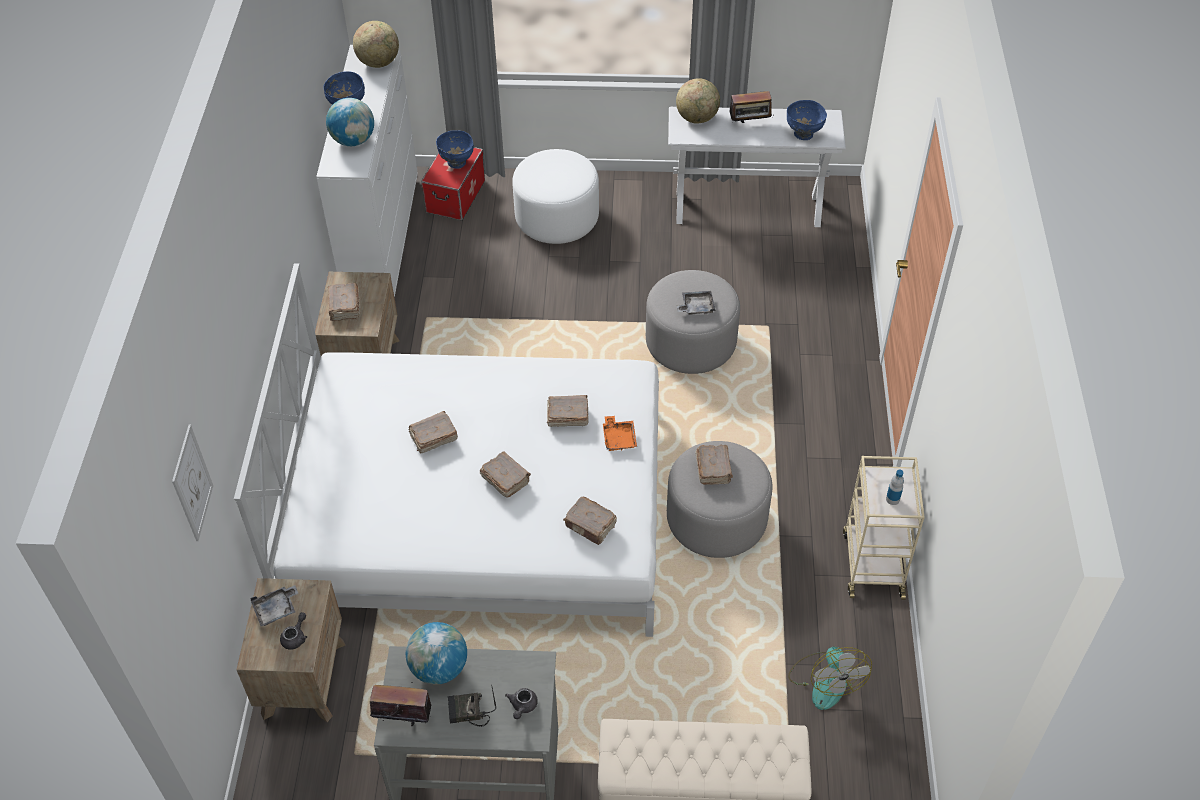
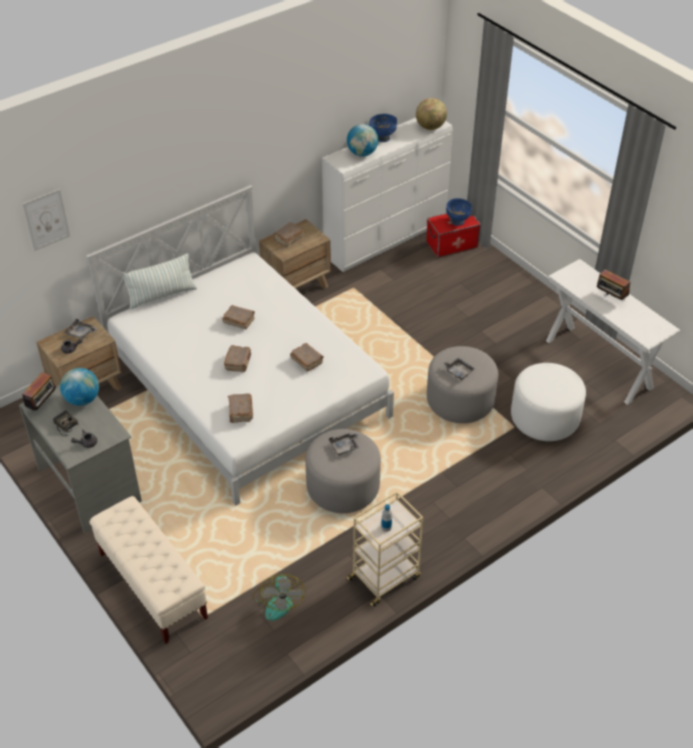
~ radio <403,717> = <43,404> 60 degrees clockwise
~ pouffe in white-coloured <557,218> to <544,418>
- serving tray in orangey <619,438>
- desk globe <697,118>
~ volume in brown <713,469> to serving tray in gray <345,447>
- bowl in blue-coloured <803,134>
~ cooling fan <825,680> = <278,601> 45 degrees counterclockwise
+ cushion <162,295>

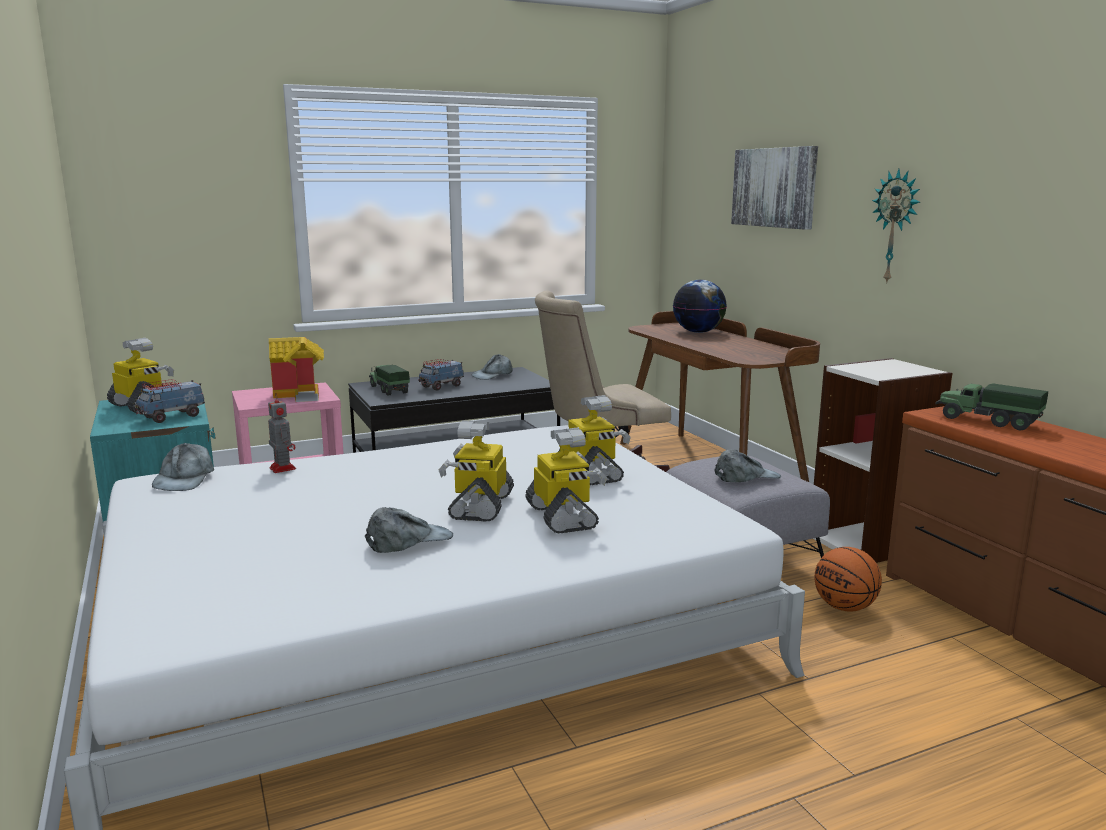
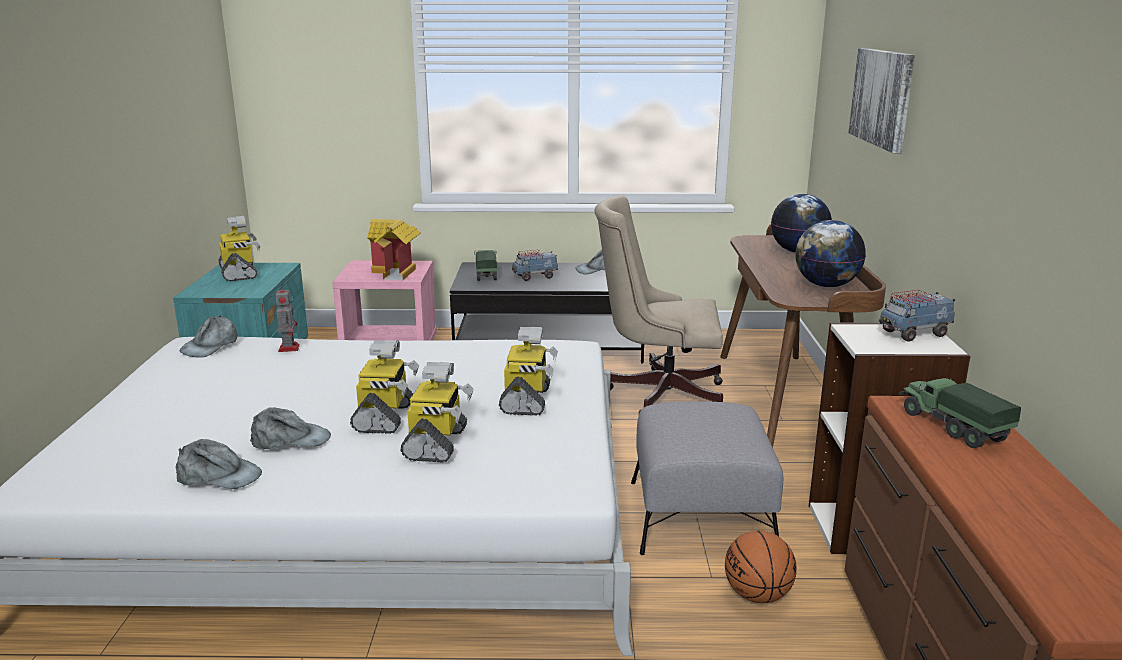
~ model truck <171,417> to <913,333>
~ toy robot <480,506> = <385,417> 150 degrees clockwise
~ cap in gray <746,476> to <218,476>
- hanging clock <896,227>
+ desk globe <826,285>

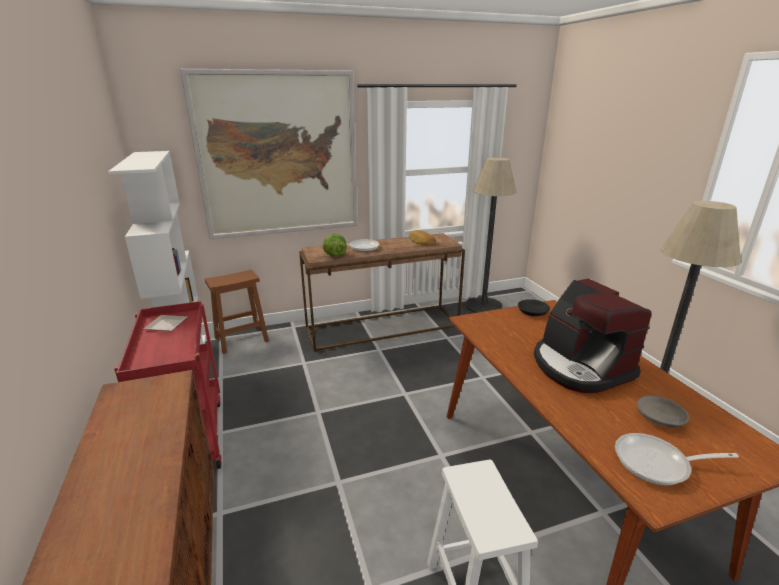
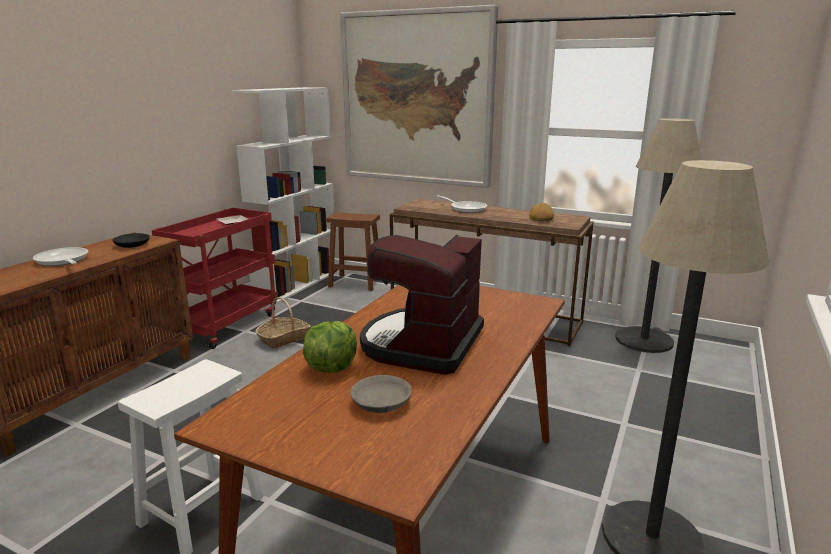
~ head of lettuce <334,255> to <331,367>
~ bowl in black-coloured <532,312> to <132,245>
~ skillet <658,464> to <63,261>
+ household basket <284,338>

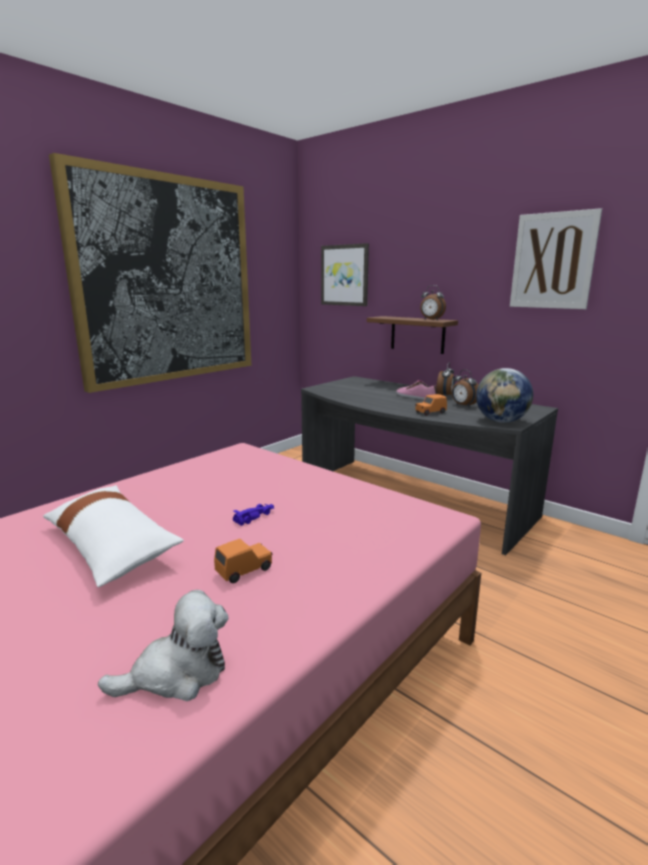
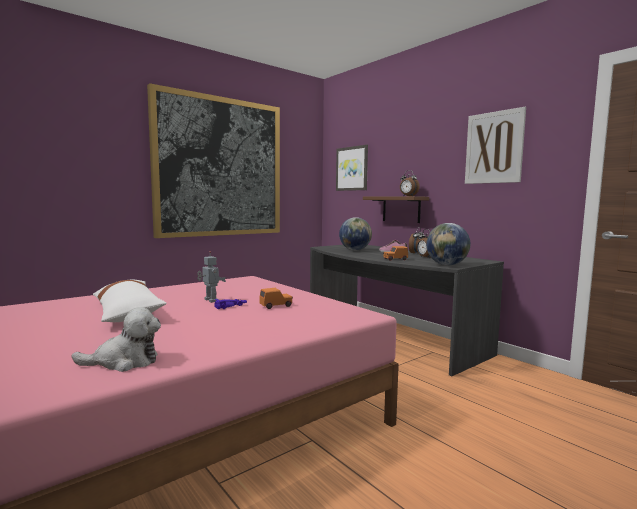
~ toy car in orangey <244,570> to <276,306>
+ toy robot <210,300>
+ desk globe <355,250>

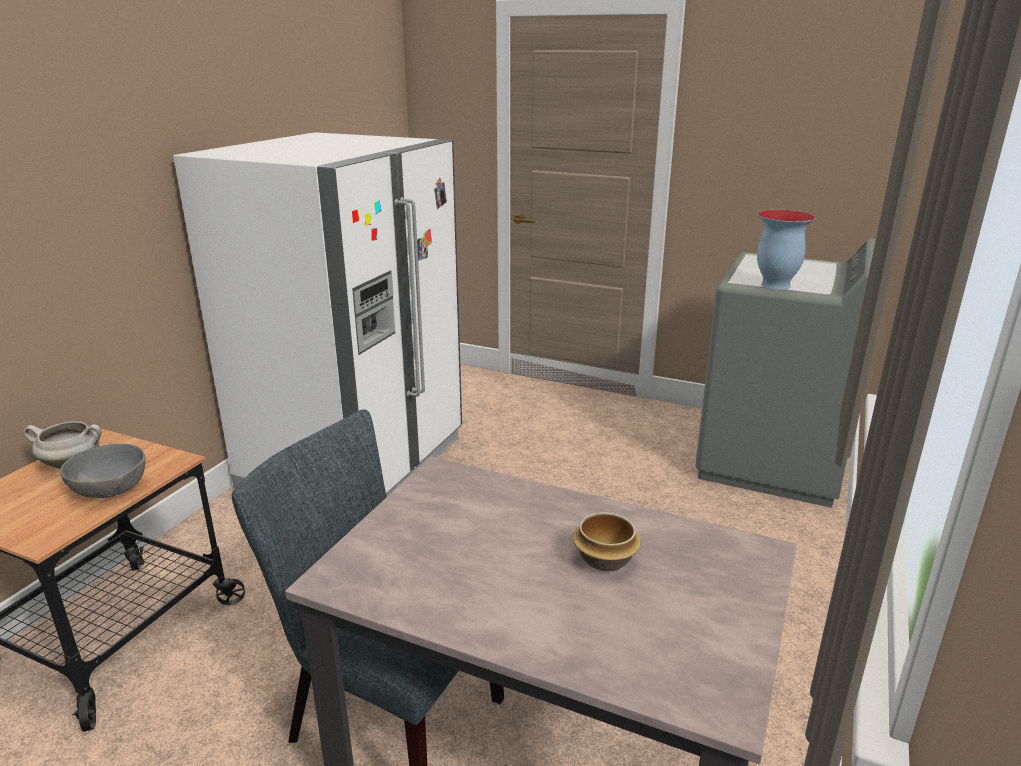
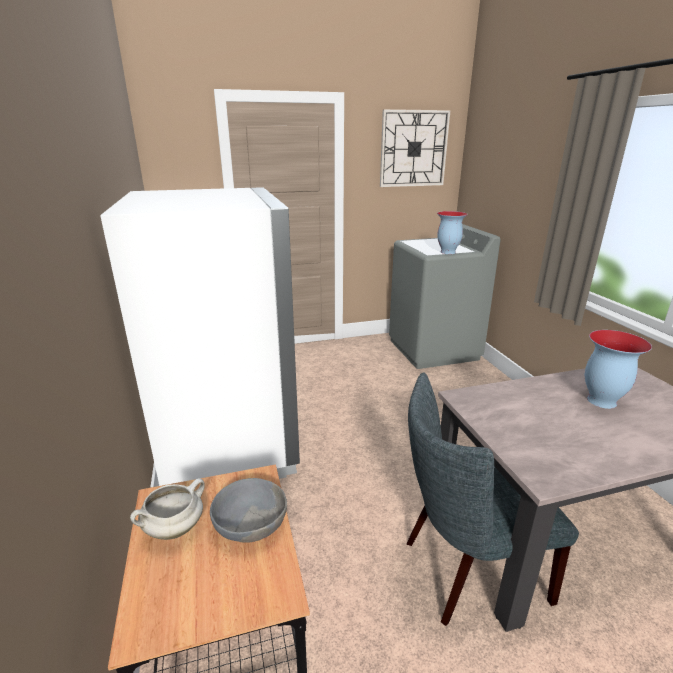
~ bowl <603,559> to vase <601,401>
+ hanging clock <413,149>

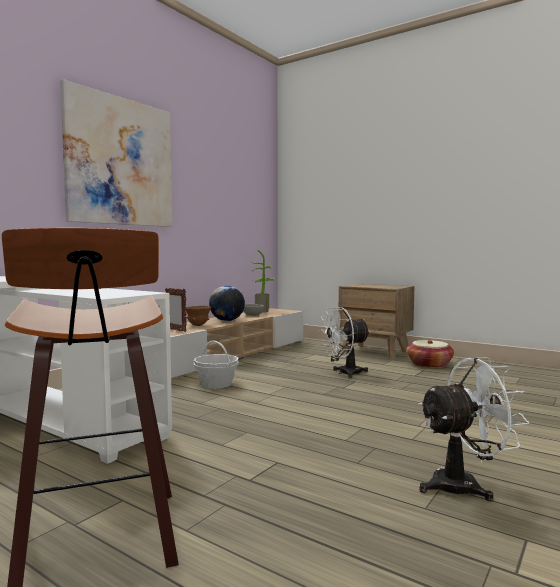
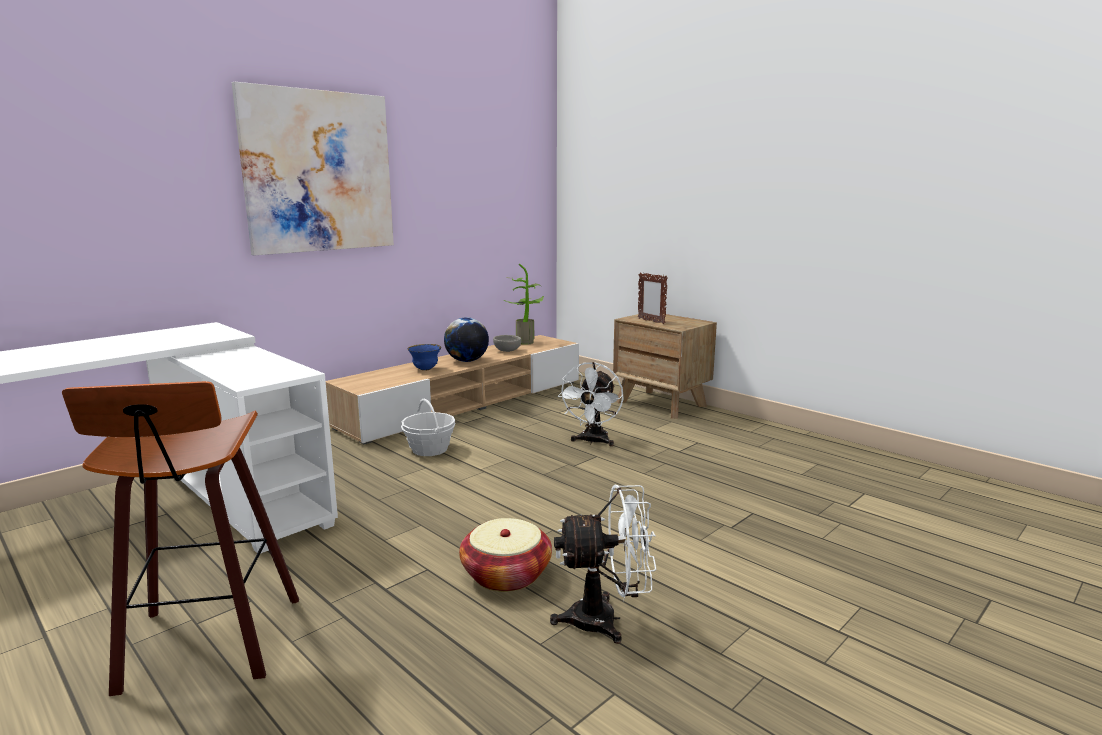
~ picture frame <176,330> to <651,321>
~ bowl in brown <198,325> to bowl in blue-coloured <425,369>
~ cooling fan in white-coloured <344,373> = <592,442> 60 degrees counterclockwise
~ household basket <429,365> to <506,575>

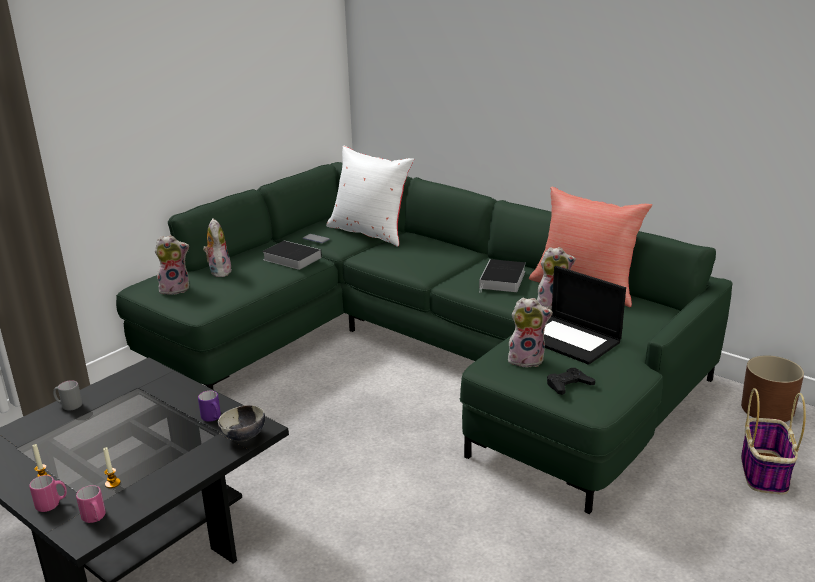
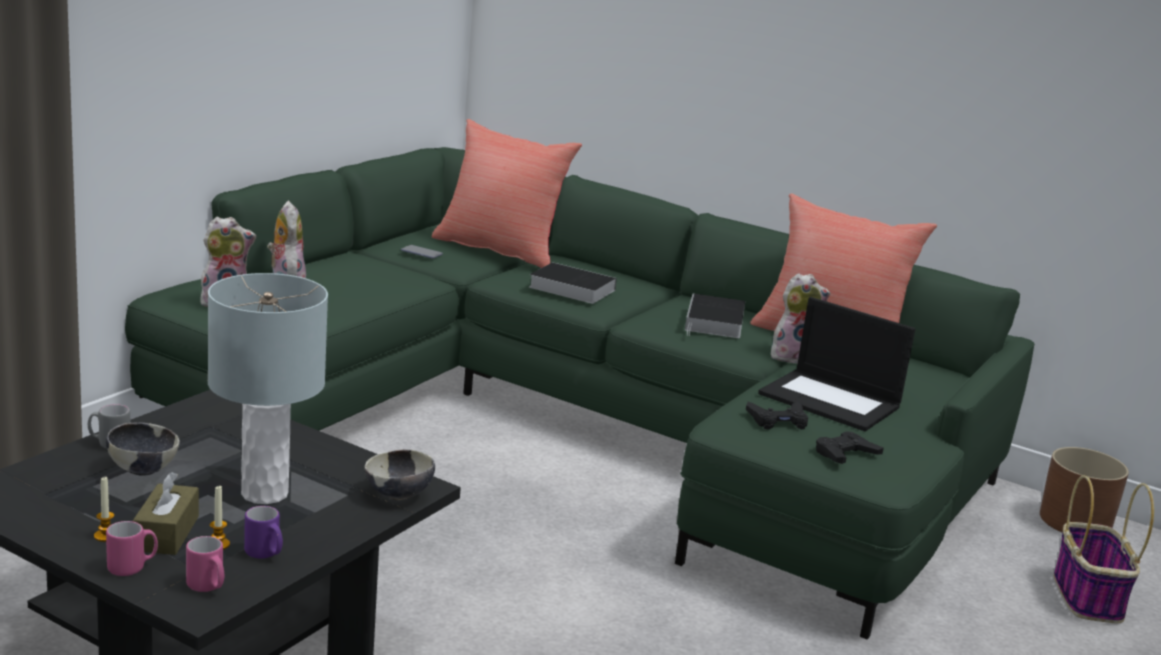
~ tea mug in purple-coloured <213,418> to <265,554>
~ volume <290,258> to <569,288>
~ cushion in white-coloured <370,232> to cushion in reddish <500,250>
~ soft toy <526,359> to gamepad in black-coloured <778,421>
+ bowl <142,469>
+ tissue box in brown <166,533>
+ lamp for a table in gray <265,493>

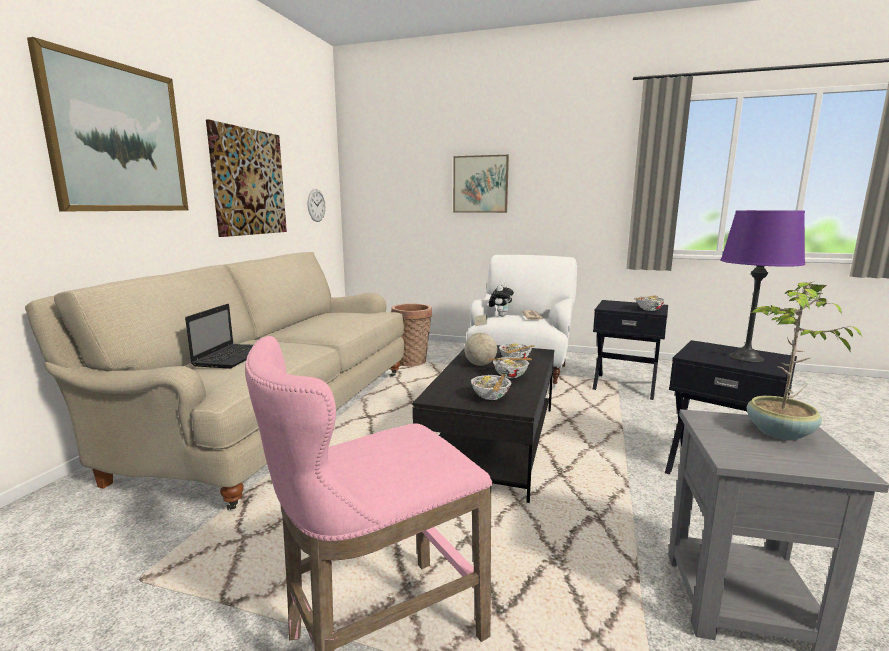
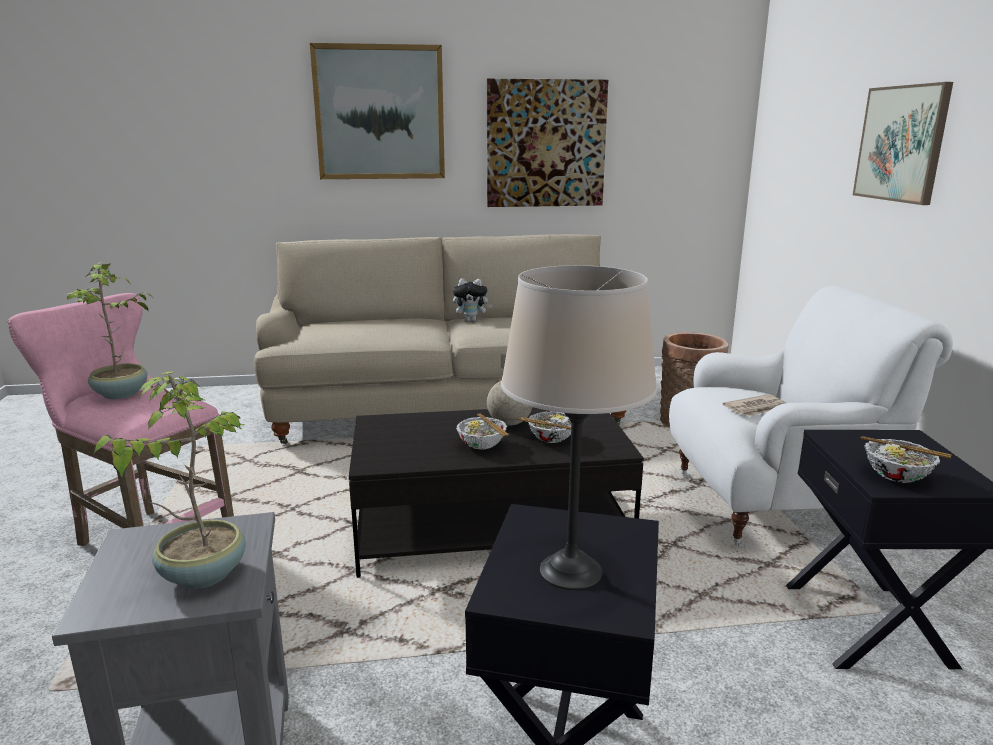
- laptop <232,356>
- hanging clock <316,205>
- bowl <491,397>
~ soft toy <500,315> to <471,321>
~ lamp for a table in purple-coloured <745,357> to lamp for a table in sand-coloured <570,571>
+ houseplant <121,394>

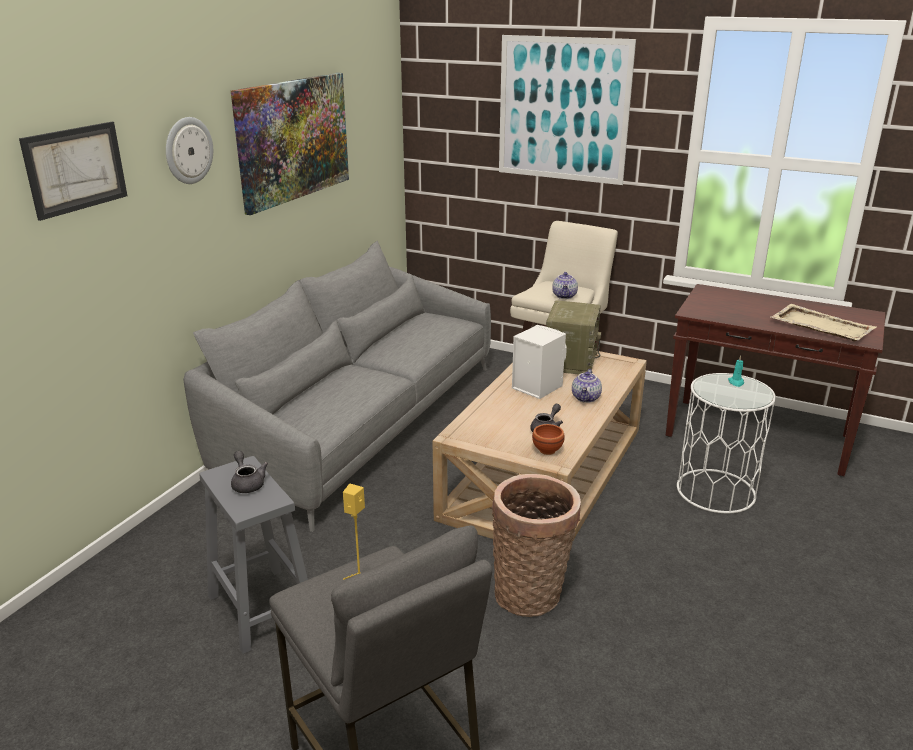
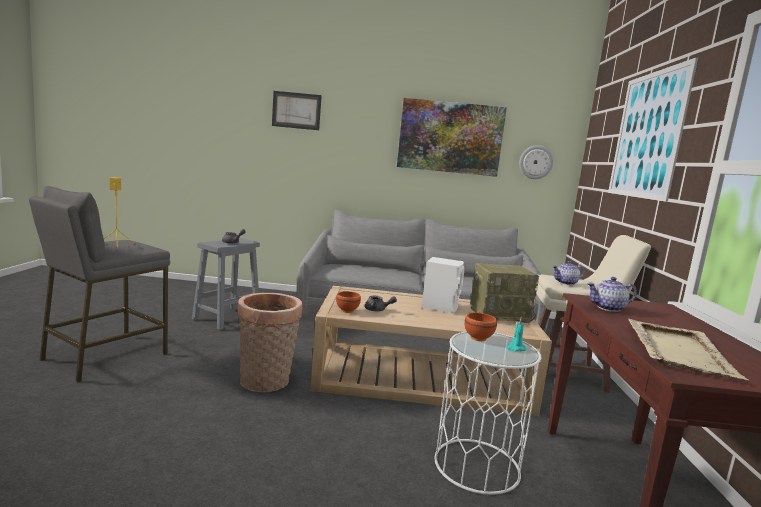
~ hanging clock <188,150> to <536,162>
~ pot for tea <586,398> to <608,308>
+ bowl in brown <477,338>

